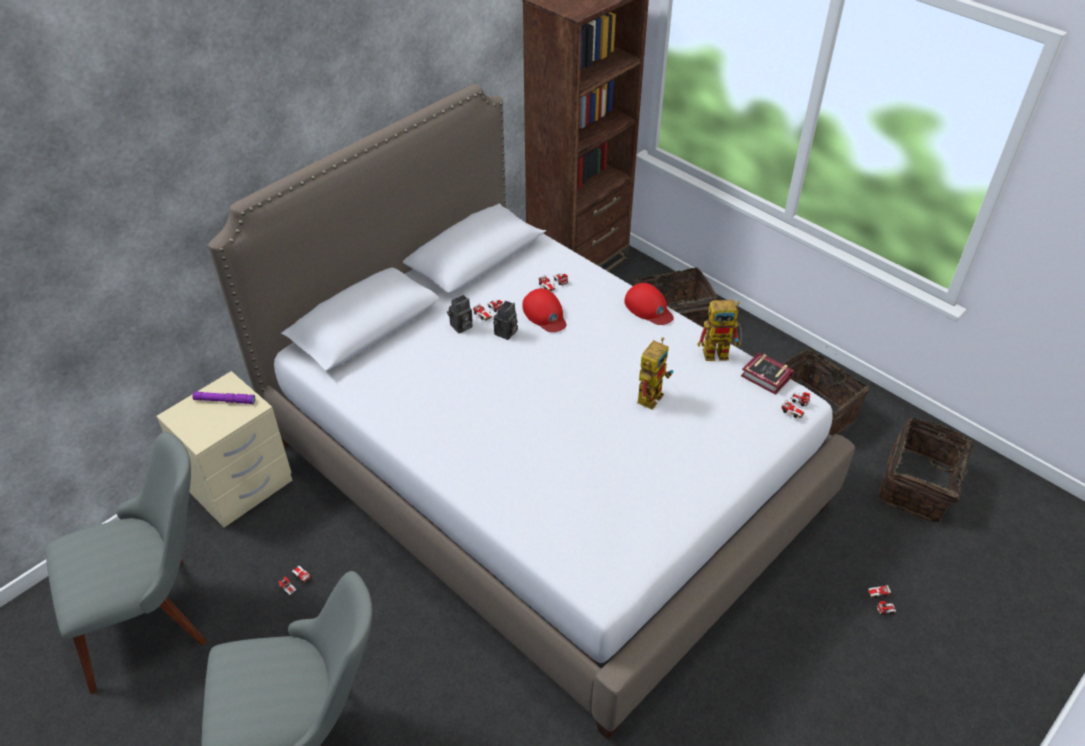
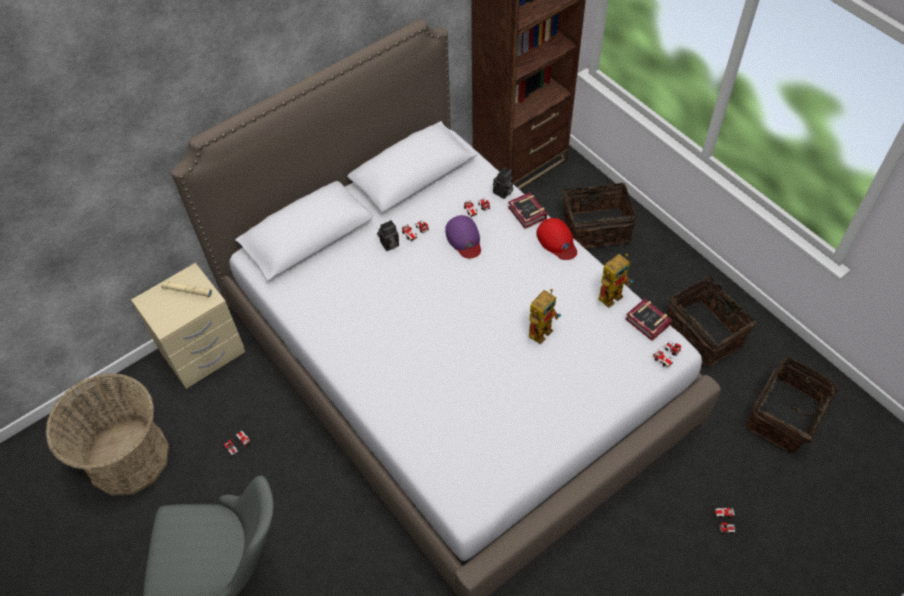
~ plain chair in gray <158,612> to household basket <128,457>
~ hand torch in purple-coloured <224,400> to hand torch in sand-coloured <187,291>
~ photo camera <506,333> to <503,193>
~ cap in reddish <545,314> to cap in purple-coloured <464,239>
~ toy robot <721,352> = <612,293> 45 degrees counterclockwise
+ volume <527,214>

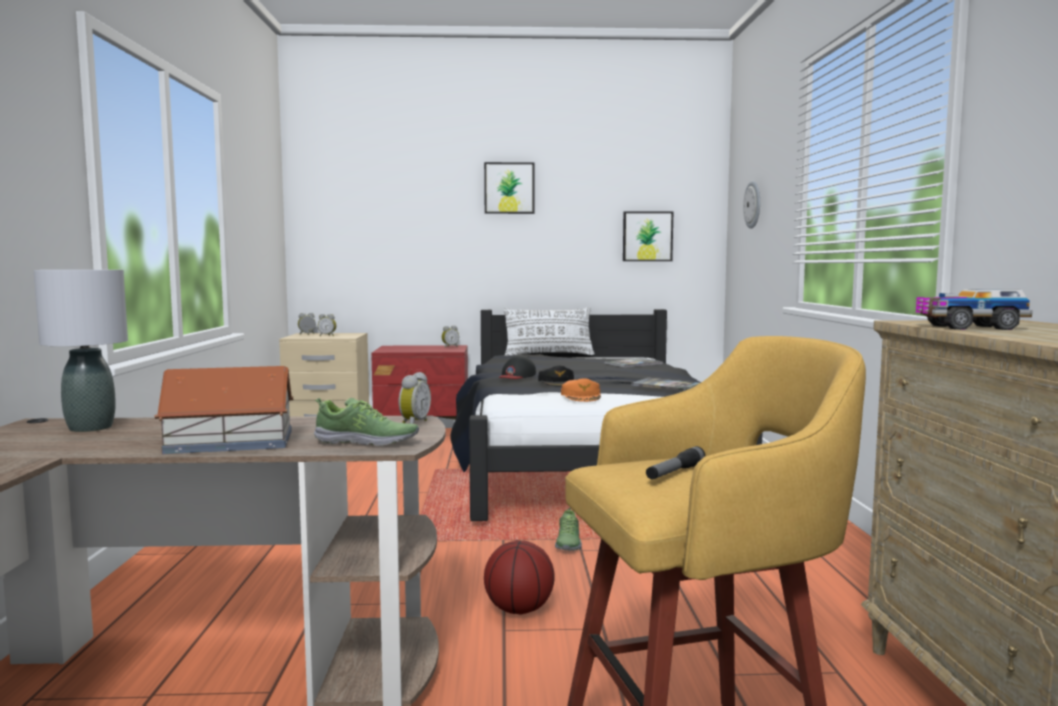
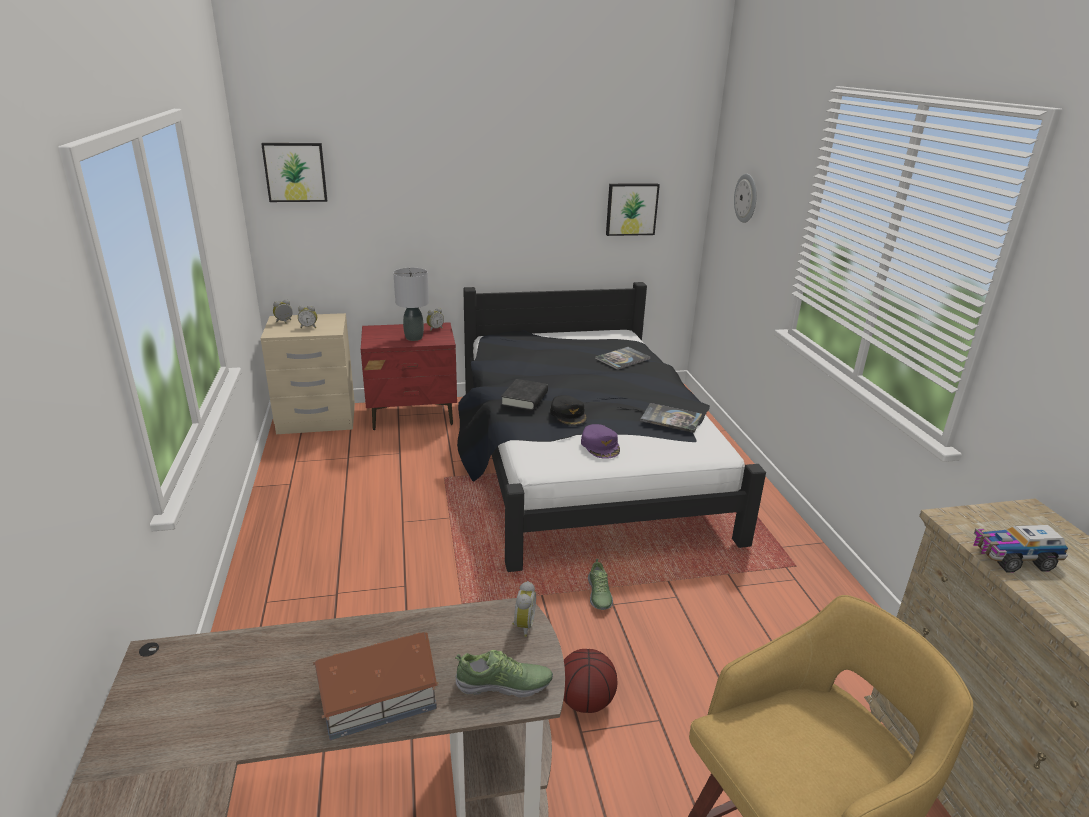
~ lamp for a table in gray <91,428> to <414,338>
~ wall picture <509,188> to <295,172>
~ cap in black-coloured <516,375> to volume in black-coloured <524,399>
- cushion in white-coloured <548,355>
~ cap in orangey <581,396> to cap in purple-coloured <600,446>
- hand torch <675,472>

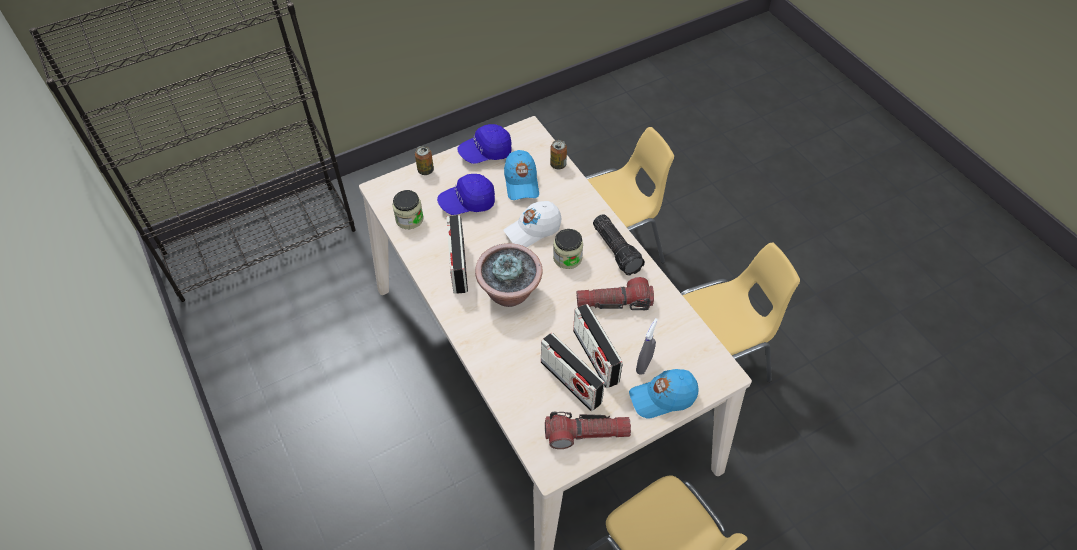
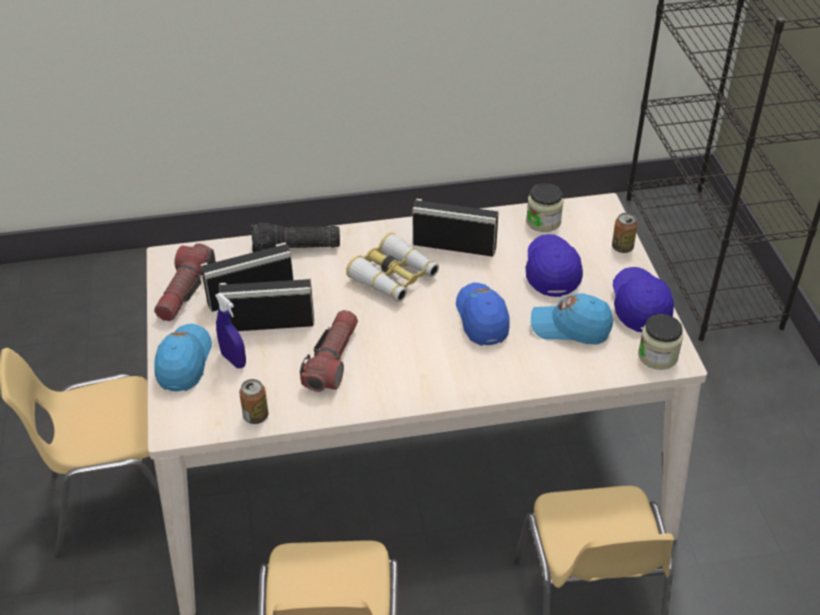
~ houseplant <510,293> to pair of binoculars <394,277>
~ cap in white-coloured <533,229> to cap in blue-coloured <482,318>
~ metal can <558,164> to <256,416>
~ jar <567,258> to <657,356>
~ hand torch <617,250> to <295,248>
~ spray bottle in gray <644,364> to spray bottle in blue-coloured <233,360>

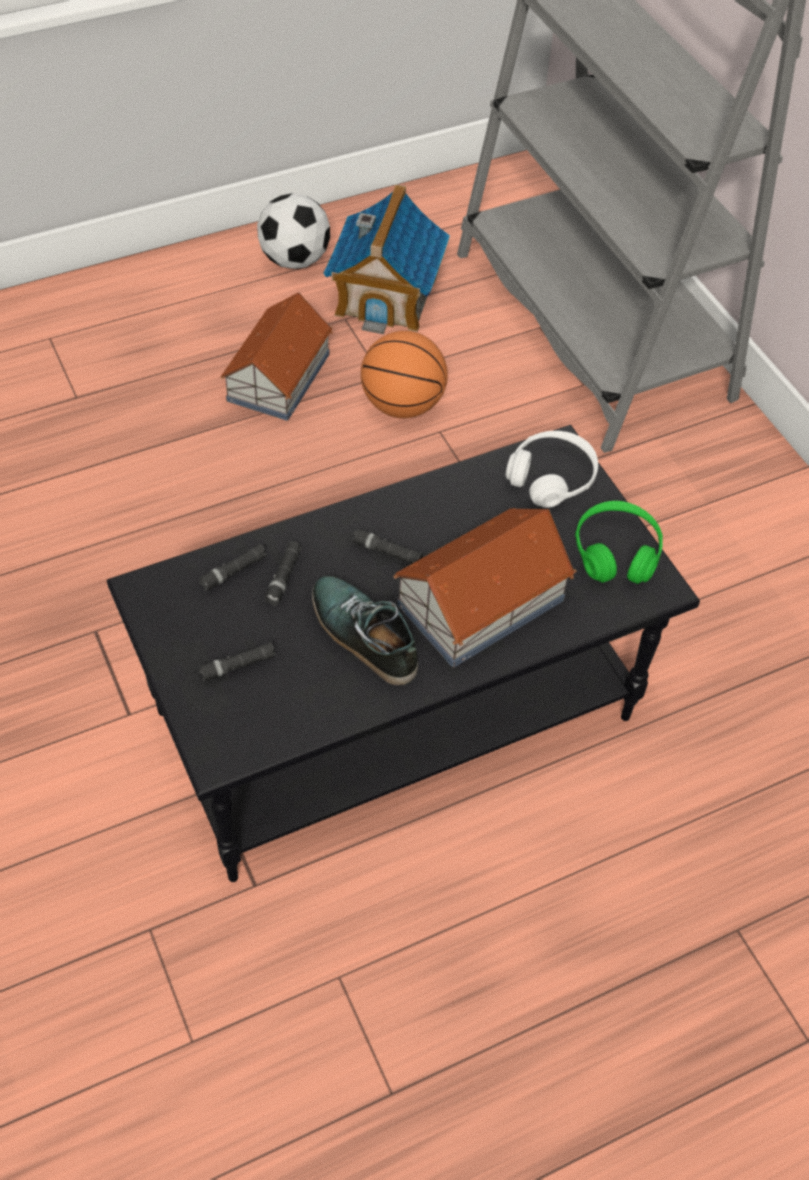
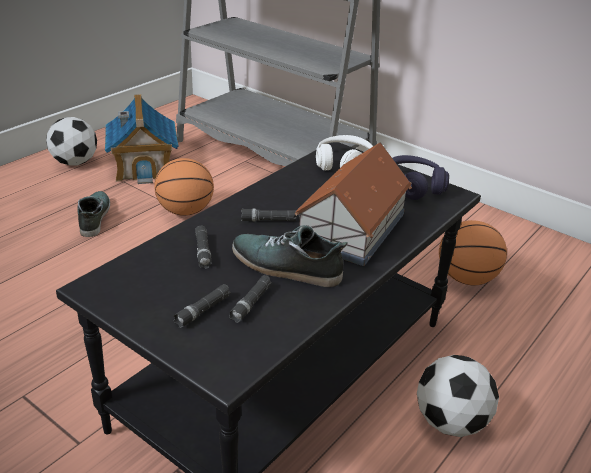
~ hand torch in black-coloured <233,572> to <251,303>
~ miniature house <277,377> to item of footwear <94,217>
~ headphones in green <616,552> to headphones in purple-coloured <413,186>
+ football ball <450,422>
+ basketball <466,279>

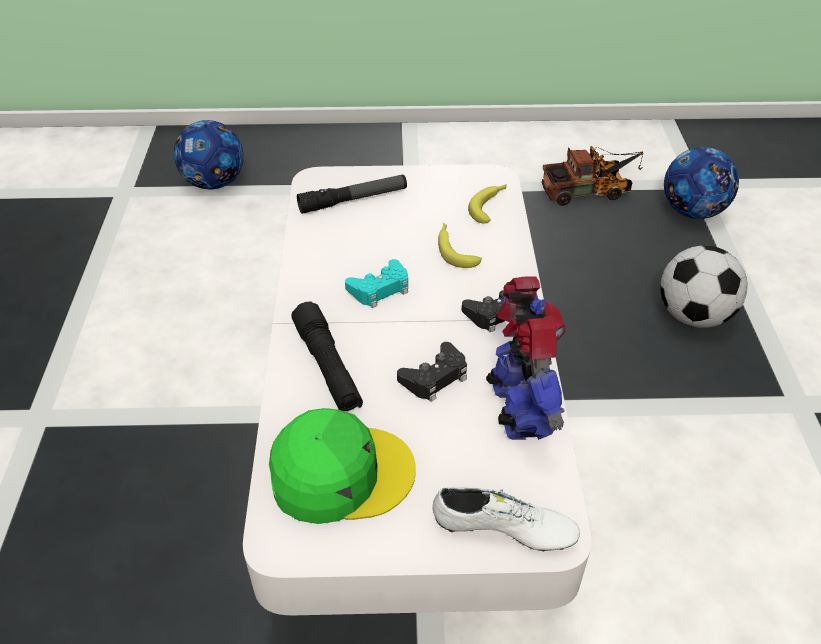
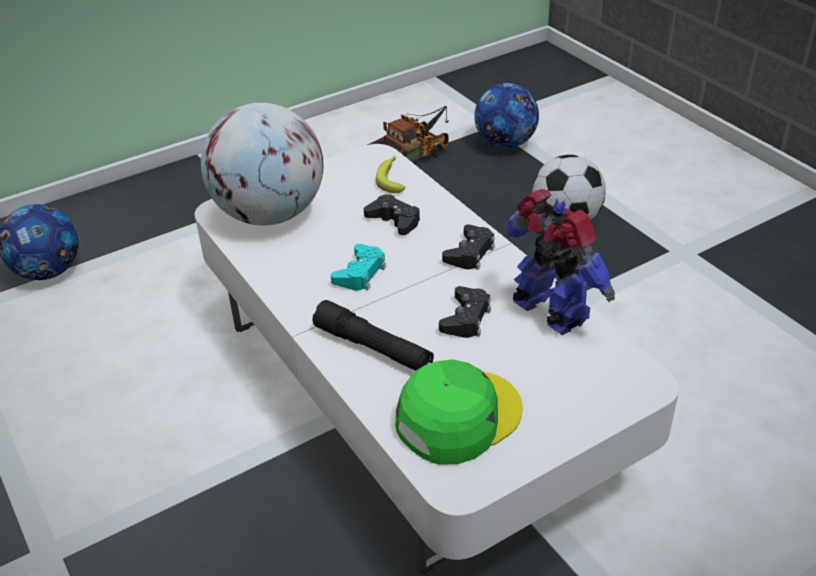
~ hand torch <353,200> to desk globe <270,214>
- item of footwear in white-coloured <503,530>
~ banana <455,249> to gamepad in black-coloured <394,220>

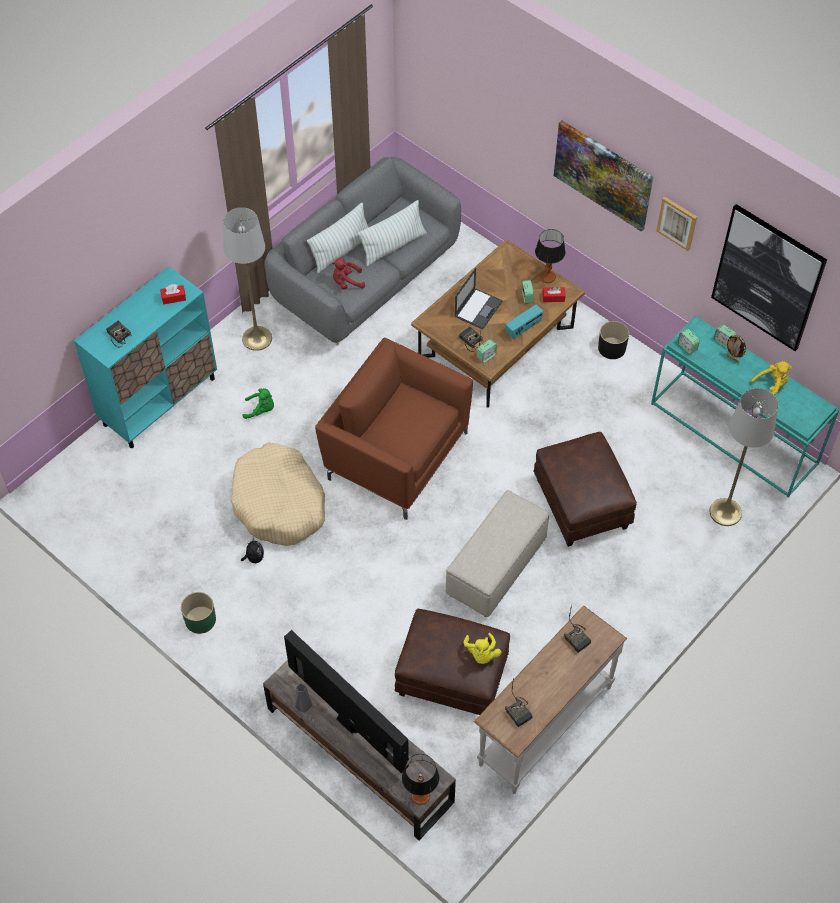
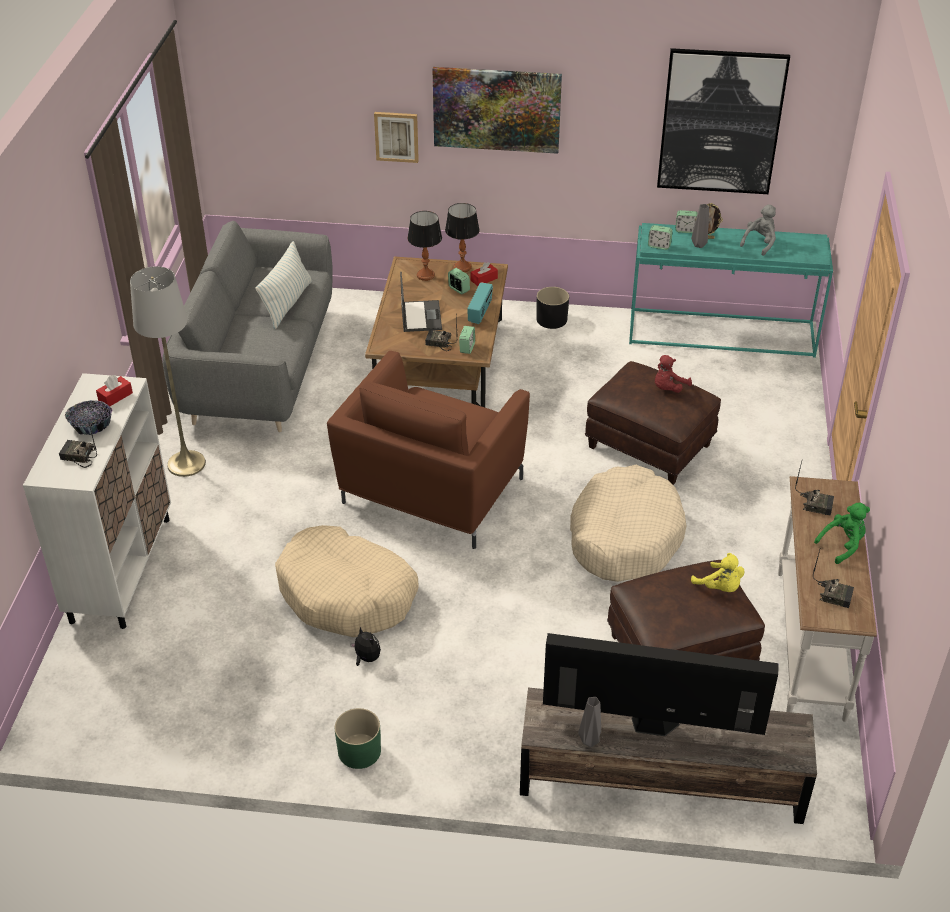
~ cupboard in turquoise <160,401> to cupboard in white-coloured <121,568>
~ soft toy in green <261,410> to <843,545>
- cushion <341,251>
~ lounge chair in brown <396,454> = <430,492> 60 degrees counterclockwise
~ soft toy in reddish <347,282> to <668,388>
~ lamp for a table <420,795> to <425,275>
~ pouffe in sand-coloured <495,567> to dog bed in sand-coloured <624,536>
~ wall picture <677,223> to <396,136>
- floor lamp in gray <725,512>
~ soft toy in yellow-coloured <771,386> to soft toy in gray <759,243>
+ bowl <91,425>
+ vase in gray <699,245>

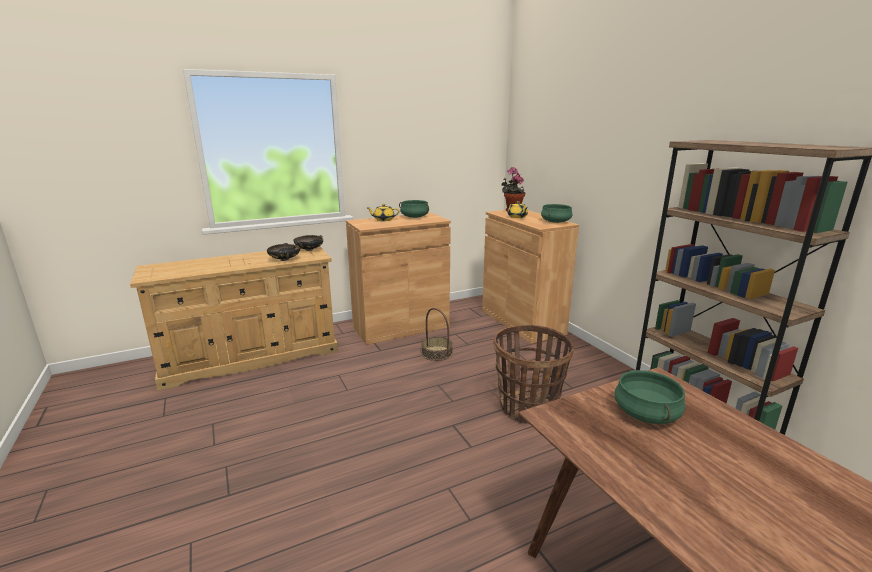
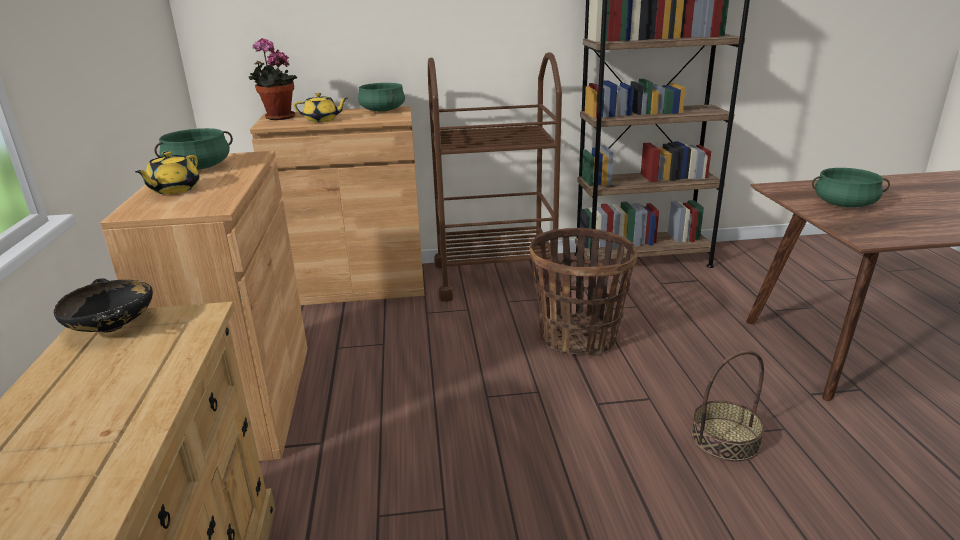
- bowl in black-coloured <285,259>
~ household basket <437,353> to <725,439>
+ wheeled cart in brown <495,277>

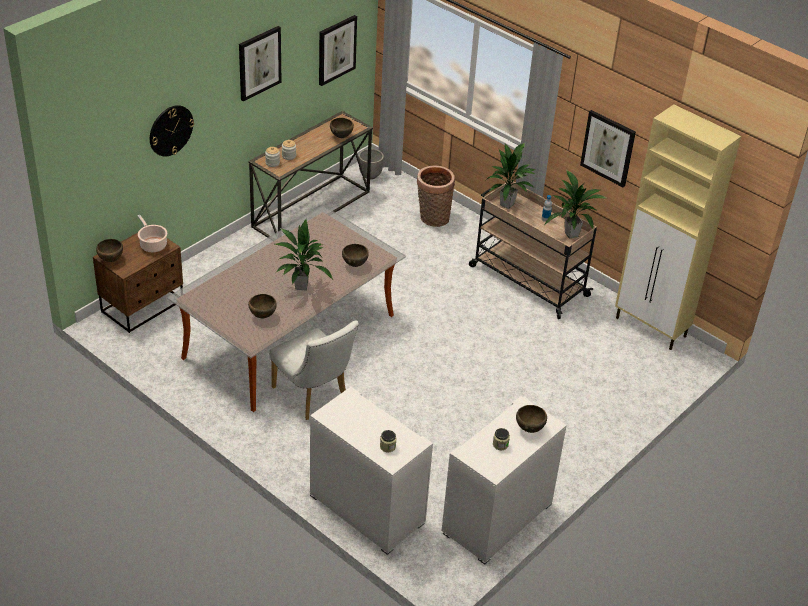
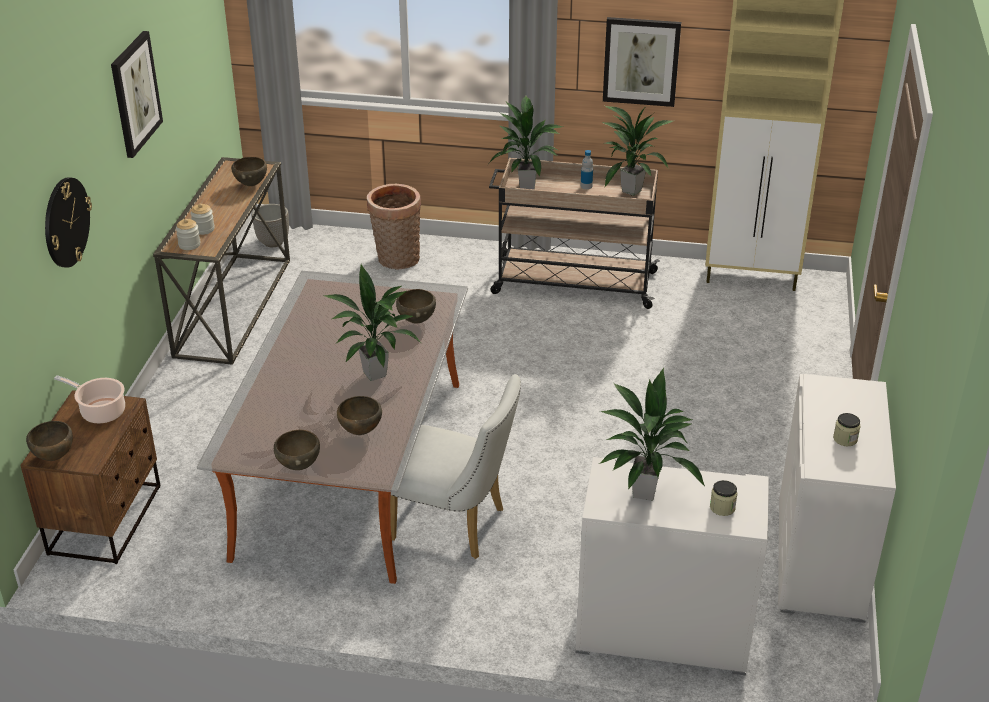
- wall picture <336,50>
~ bowl in brown <529,429> to <299,466>
+ houseplant <643,493>

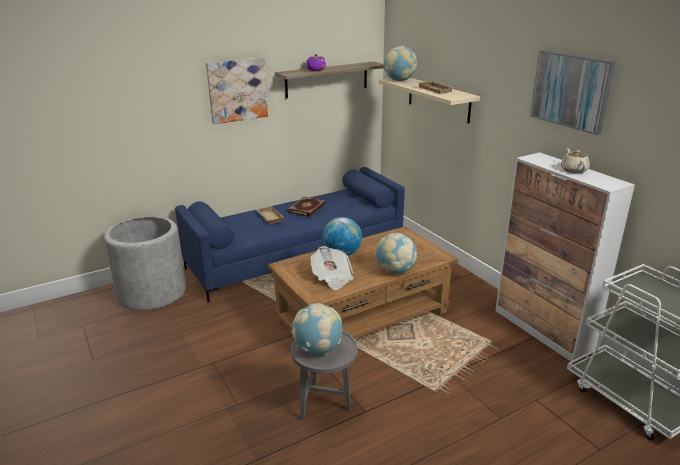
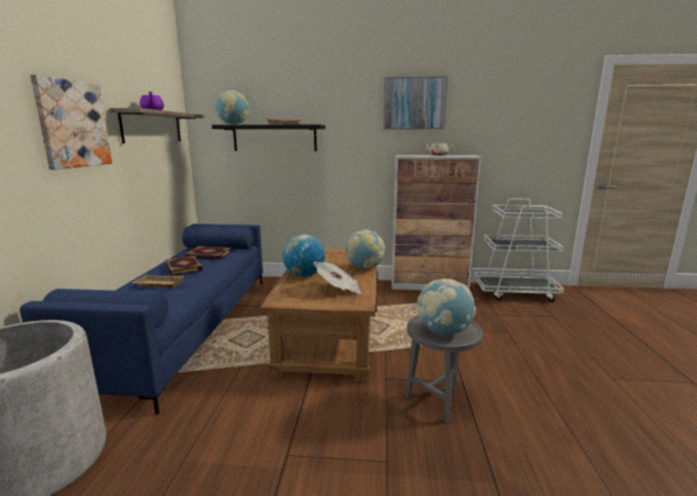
~ shelf in sand-coloured <438,99> to shelf in black-coloured <274,138>
+ volume <209,255>

